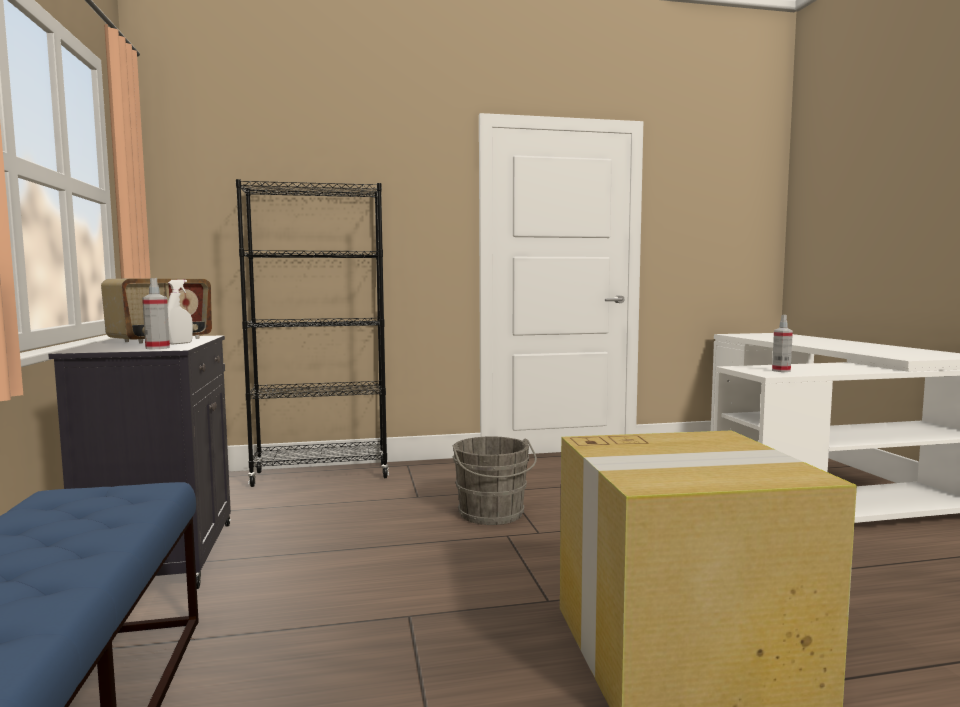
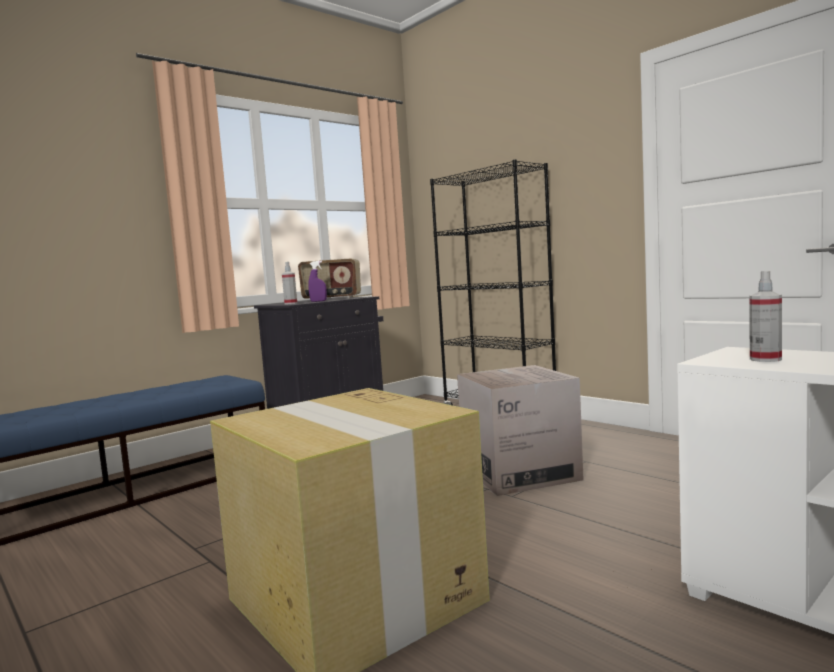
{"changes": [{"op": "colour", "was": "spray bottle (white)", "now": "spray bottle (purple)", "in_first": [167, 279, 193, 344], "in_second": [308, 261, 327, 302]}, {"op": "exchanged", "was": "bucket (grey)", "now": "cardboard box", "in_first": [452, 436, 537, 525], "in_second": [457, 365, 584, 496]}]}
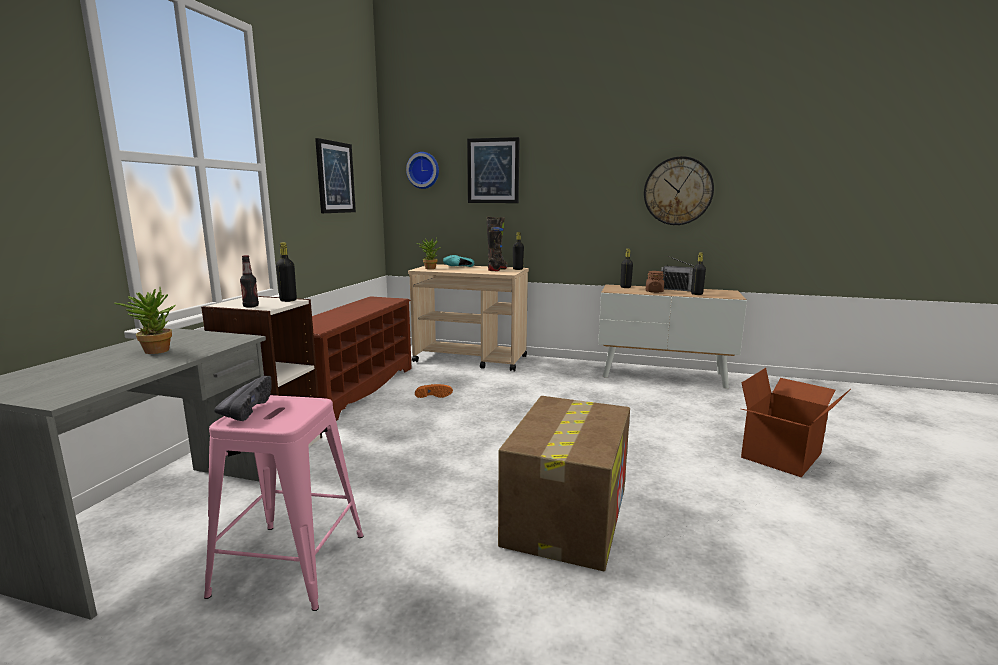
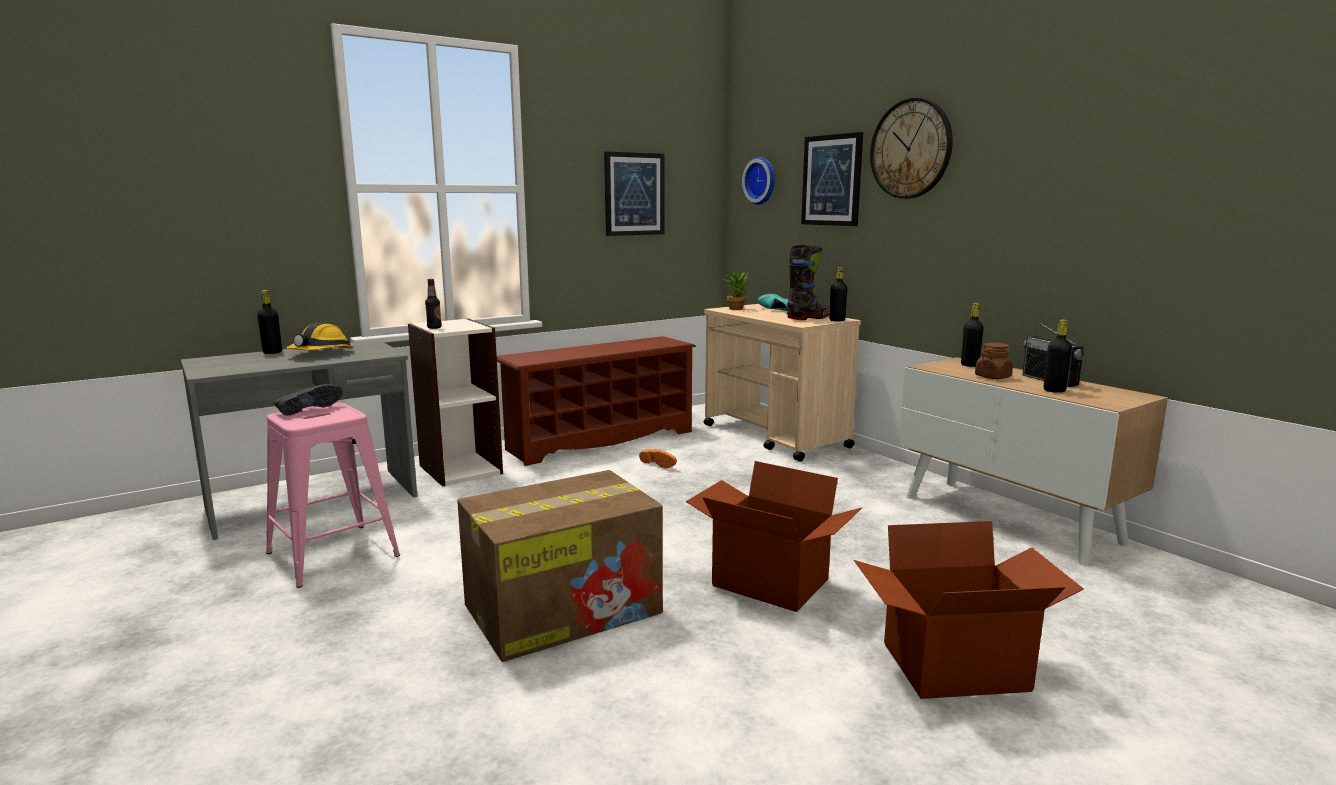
{"changes": [{"op": "relocated", "was": "bottle (black)", "in_first": [276, 242, 297, 302], "in_second": [257, 290, 282, 354]}, {"op": "exchanged", "was": "potted plant", "now": "hard hat", "in_first": [114, 288, 176, 354], "in_second": [286, 322, 354, 350]}, {"op": "appeared", "now": "cardboard box", "in_second": [686, 461, 862, 612]}, {"op": "relocated", "was": "wall clock", "in_first": [644, 156, 714, 225], "in_second": [870, 98, 953, 199]}]}
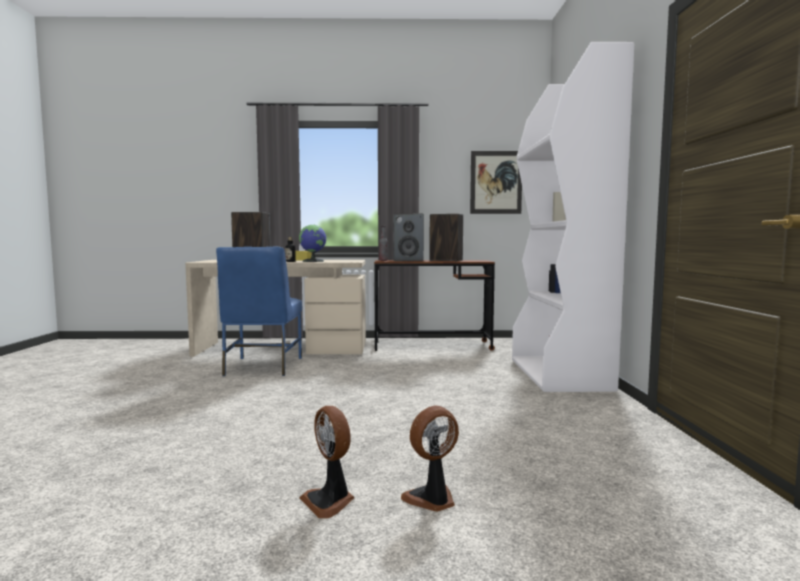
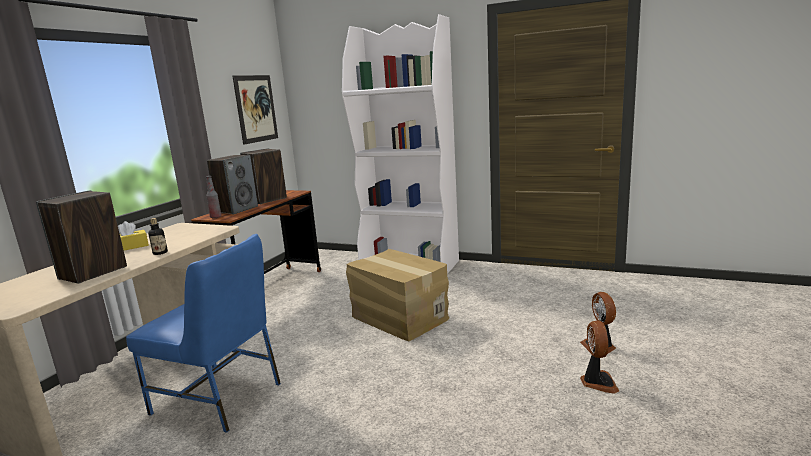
{"changes": [{"op": "appeared", "now": "cardboard box", "in_second": [346, 249, 449, 342]}, {"op": "spun", "was": "fan", "in_first": [299, 406, 355, 519], "in_second": [580, 321, 619, 393], "clockwise": -75}, {"op": "missing", "was": "globe", "in_first": [299, 225, 326, 262]}]}
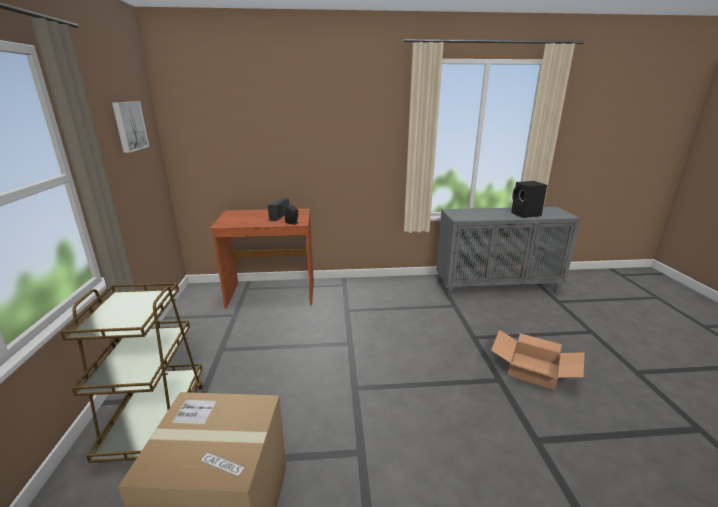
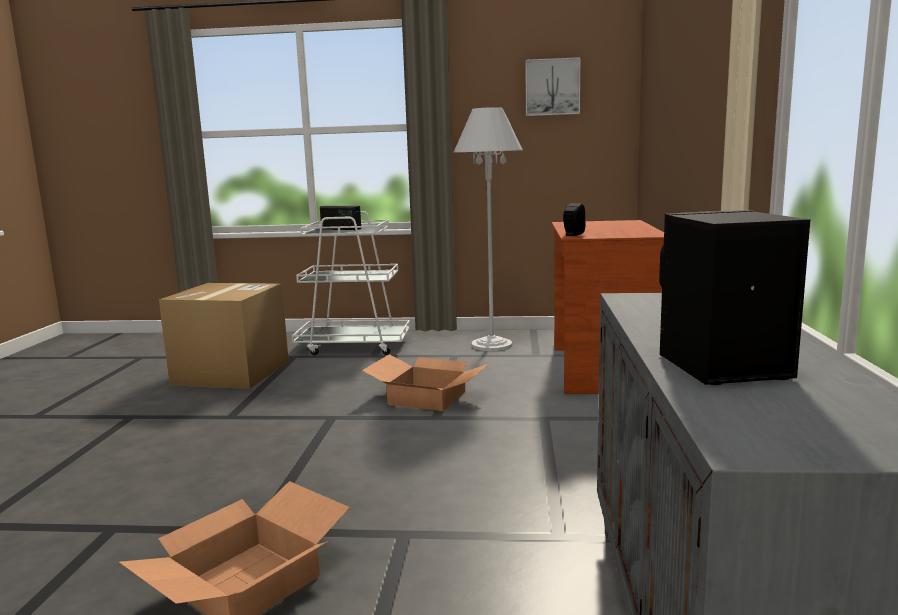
{"changes": [{"op": "colour", "was": "cart (brown)", "now": "cart (white)", "in_first": [60, 283, 204, 463], "in_second": [292, 211, 410, 355]}, {"op": "relocated", "was": "radio", "in_first": [268, 197, 289, 221], "in_second": [320, 206, 361, 230]}, {"op": "appeared", "now": "cardboard box", "in_second": [362, 354, 488, 411]}, {"op": "appeared", "now": "floor lamp (white)", "in_second": [453, 107, 523, 351]}]}
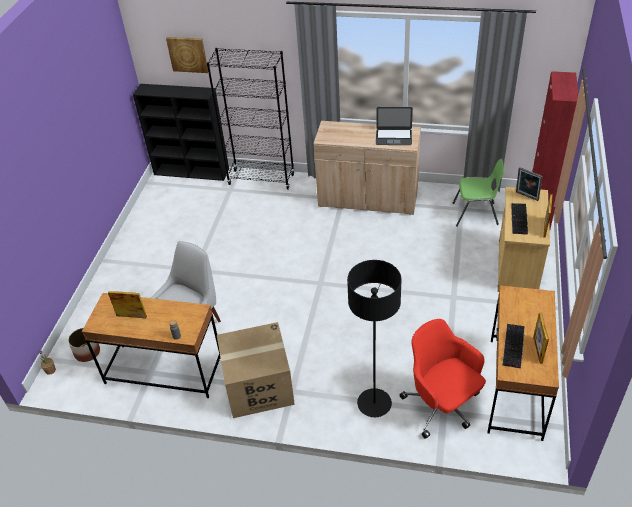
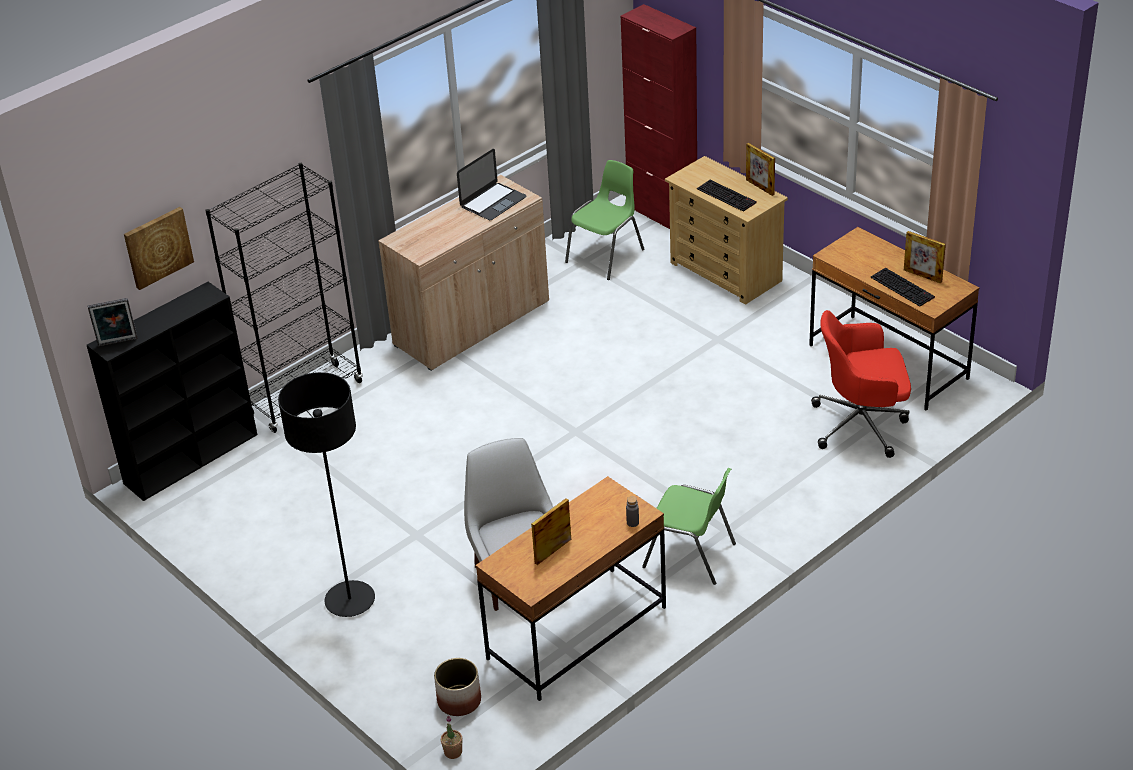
{"changes": [{"op": "relocated", "was": "picture frame", "in_first": [516, 167, 543, 201], "in_second": [88, 298, 138, 347]}, {"op": "relocated", "was": "floor lamp (black)", "in_first": [347, 260, 402, 417], "in_second": [278, 372, 375, 617]}, {"op": "exchanged", "was": "cardboard box", "now": "chair (green)", "in_first": [217, 322, 295, 418], "in_second": [642, 468, 736, 585]}]}
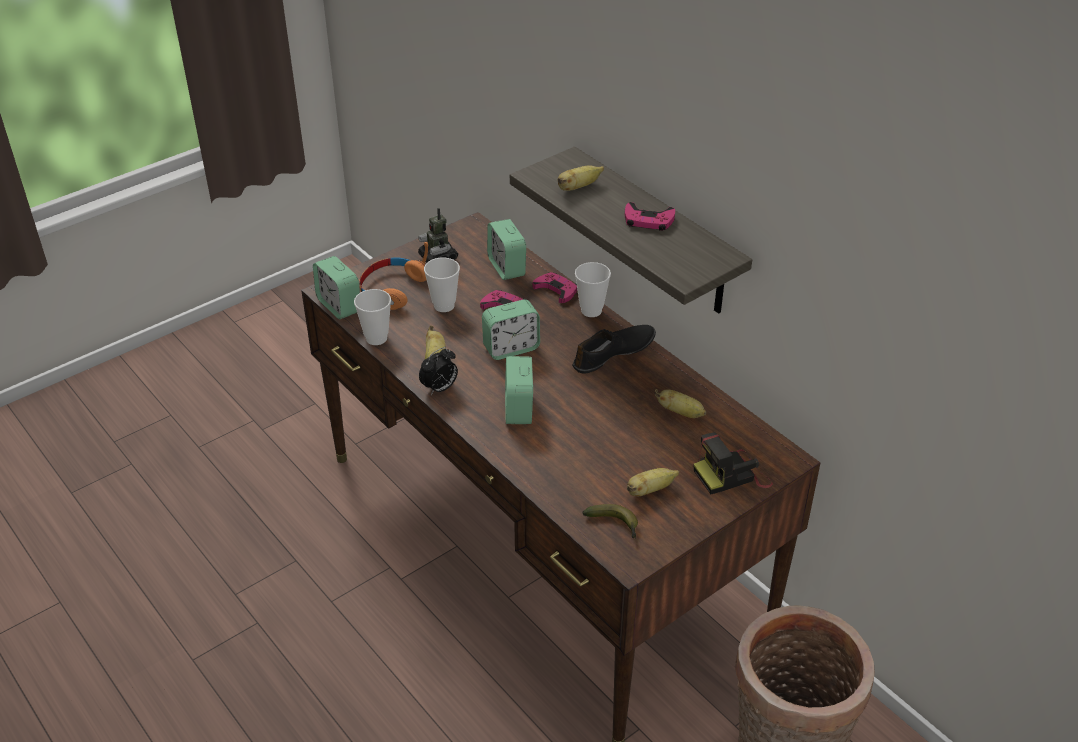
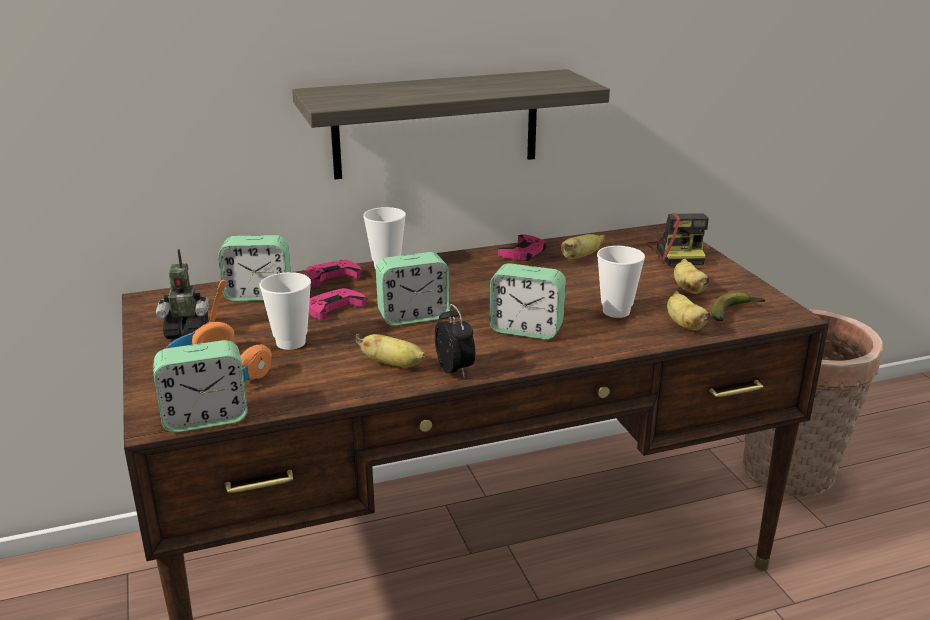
{"changes": [{"op": "spun", "was": "alarm clock", "in_first": [482, 299, 540, 360], "in_second": [376, 252, 450, 326], "clockwise": 75}, {"op": "relocated", "was": "game controller (pink)", "in_first": [625, 202, 675, 231], "in_second": [498, 234, 547, 261]}, {"op": "relocated", "was": "cup", "in_first": [354, 289, 391, 345], "in_second": [597, 246, 645, 318]}, {"op": "relocated", "was": "banana", "in_first": [558, 165, 604, 191], "in_second": [667, 291, 711, 330]}, {"op": "missing", "was": "shoe (black)", "in_first": [572, 325, 656, 374]}]}
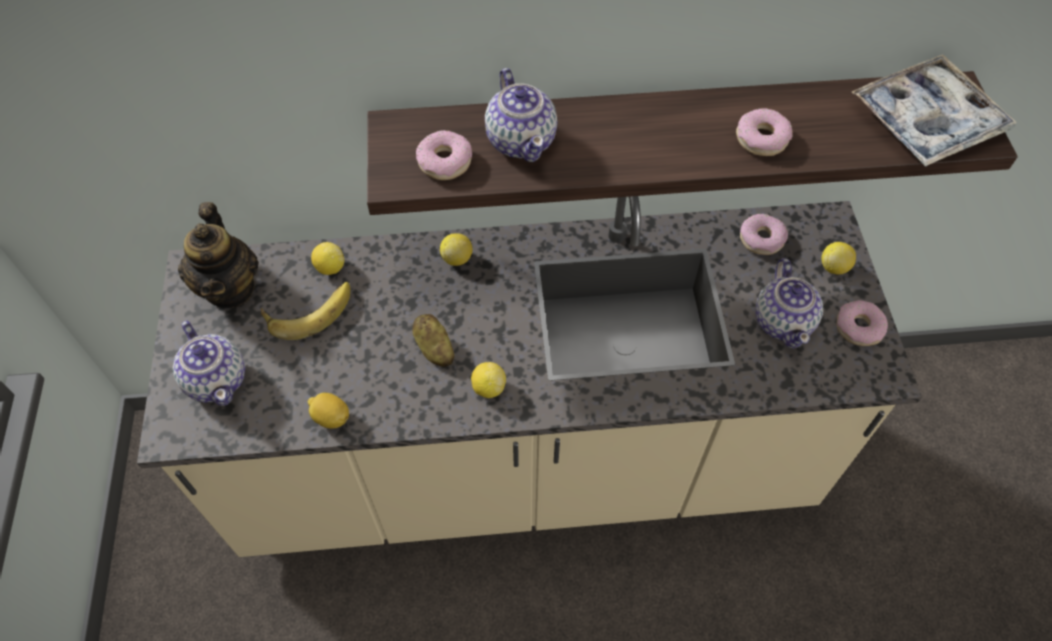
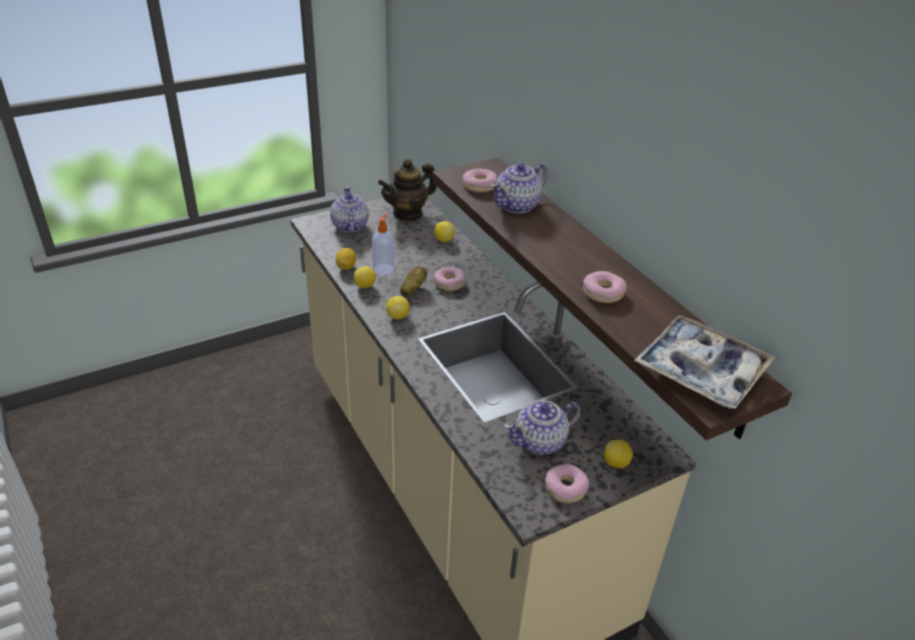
{"changes": [{"op": "spun", "was": "teapot", "in_first": [173, 321, 245, 406], "in_second": [330, 187, 369, 233], "clockwise": 135}, {"op": "relocated", "was": "lemon", "in_first": [440, 233, 472, 266], "in_second": [354, 266, 376, 288]}, {"op": "appeared", "now": "soap dispenser", "in_second": [372, 213, 394, 275]}, {"op": "relocated", "was": "donut", "in_first": [740, 214, 788, 255], "in_second": [434, 267, 466, 291]}, {"op": "missing", "was": "banana", "in_first": [261, 282, 350, 340]}]}
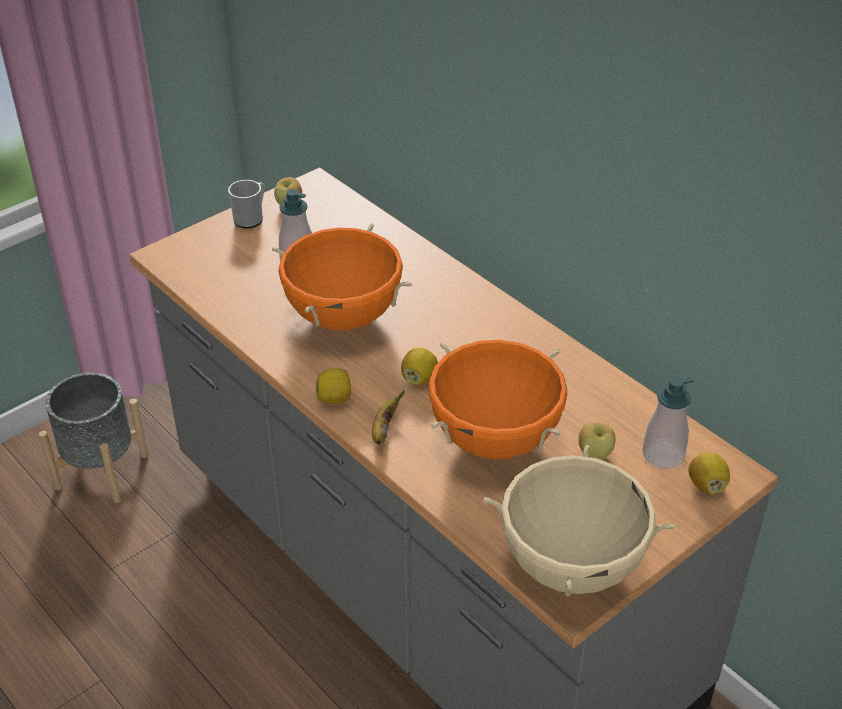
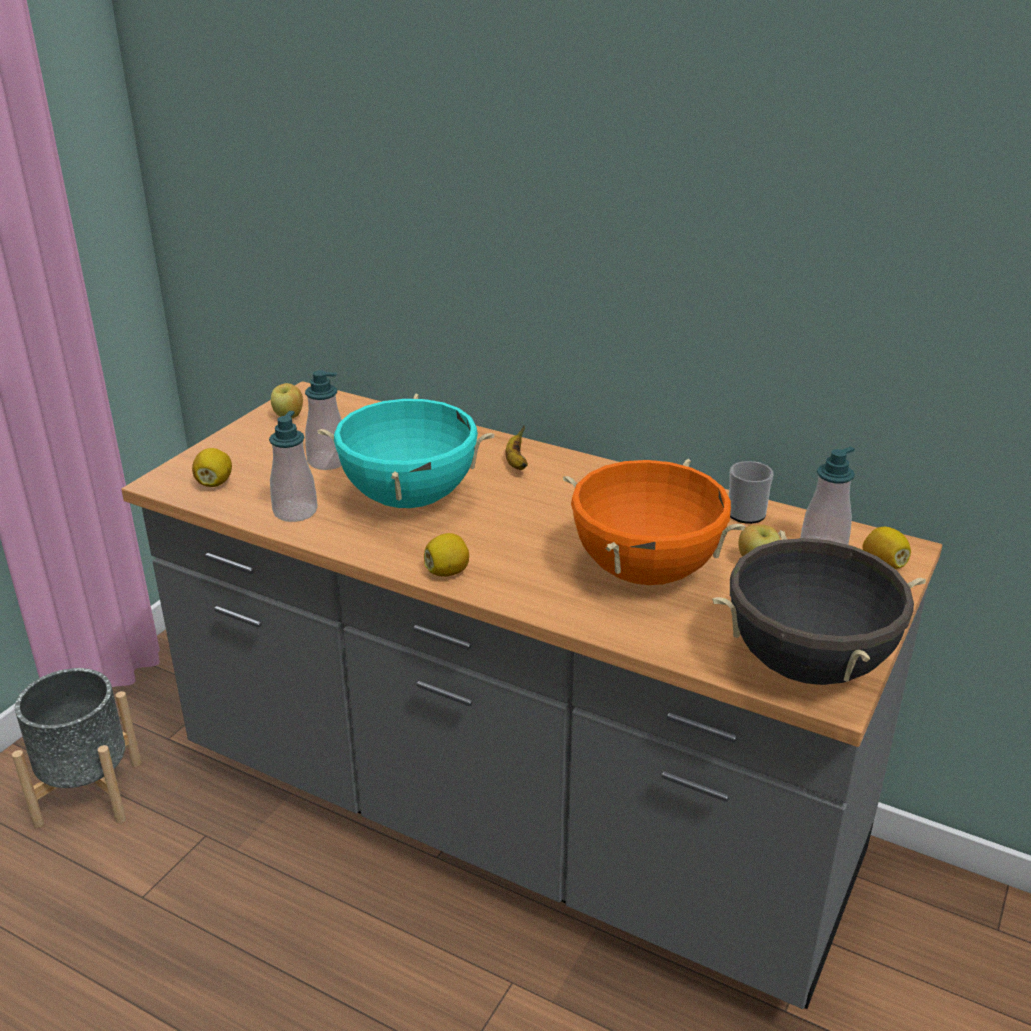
{"changes": [{"op": "relocated", "was": "lemon", "in_first": [401, 348, 438, 385], "in_second": [192, 448, 232, 487]}, {"op": "appeared", "now": "soap dispenser", "in_second": [269, 411, 318, 522]}, {"op": "colour", "was": "cooking pot (orange)", "now": "cooking pot (turquoise)", "in_first": [272, 224, 412, 331], "in_second": [317, 393, 495, 508]}, {"op": "relocated", "was": "banana", "in_first": [372, 390, 405, 445], "in_second": [505, 426, 528, 470]}, {"op": "colour", "was": "cooking pot (beige)", "now": "cooking pot (black)", "in_first": [483, 444, 676, 597], "in_second": [712, 530, 926, 685]}, {"op": "relocated", "was": "mug", "in_first": [228, 180, 265, 228], "in_second": [729, 461, 774, 524]}]}
